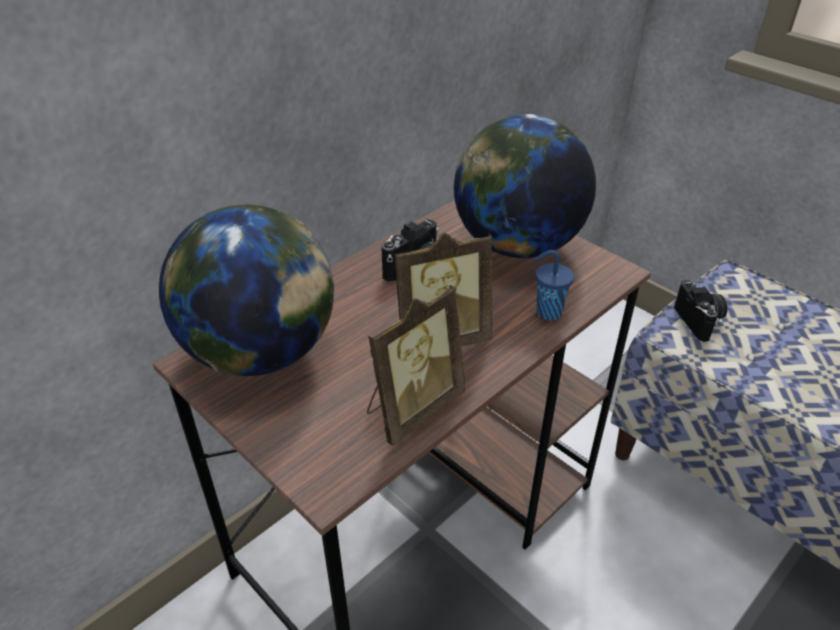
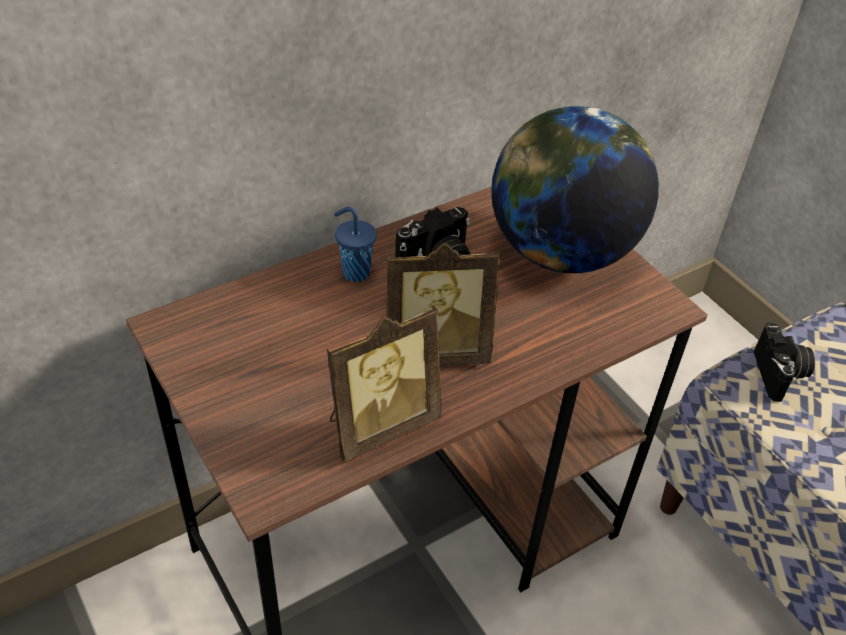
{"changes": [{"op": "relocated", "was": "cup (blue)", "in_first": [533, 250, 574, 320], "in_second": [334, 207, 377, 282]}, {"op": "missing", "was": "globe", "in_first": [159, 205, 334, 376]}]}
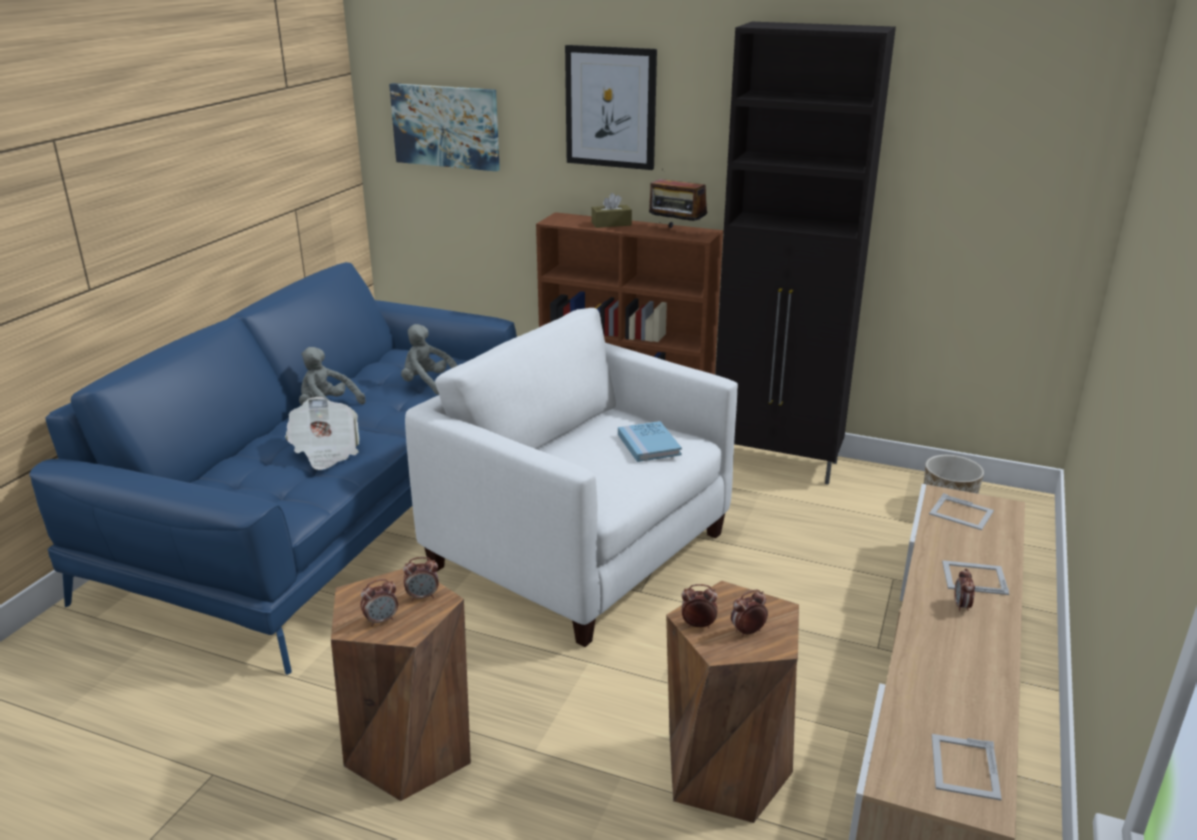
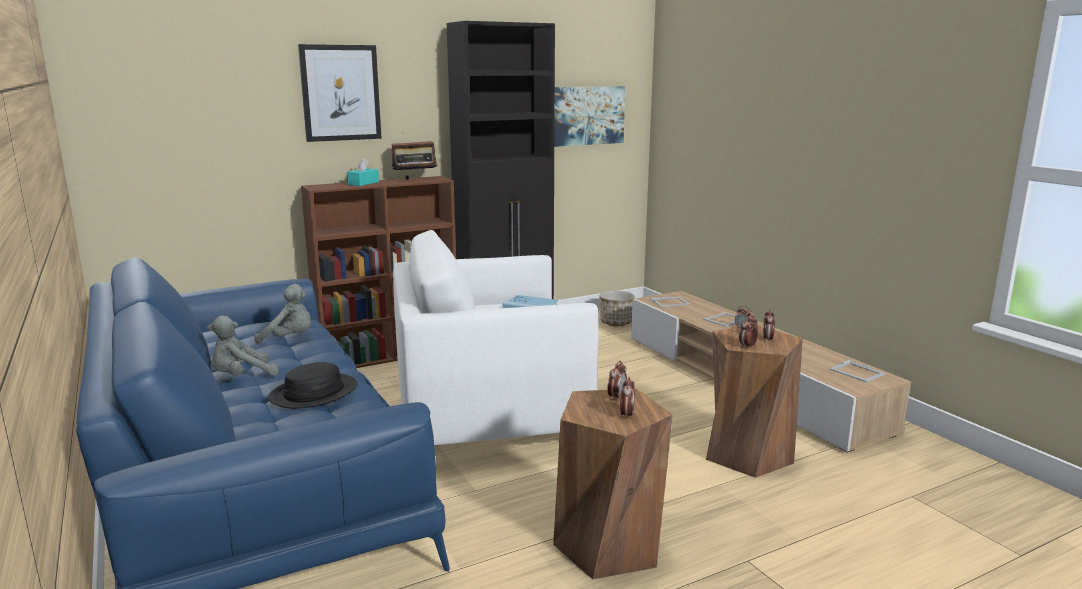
{"changes": [{"op": "spun", "was": "plush toy (grey)", "in_first": [401, 324, 458, 395], "in_second": [254, 284, 311, 345], "clockwise": -150}, {"op": "exchanged", "was": "newspaper", "now": "hat (black)", "in_first": [285, 397, 359, 470], "in_second": [268, 362, 357, 408]}, {"op": "colour", "was": "tissue box (brown)", "now": "tissue box (turquoise)", "in_first": [591, 193, 632, 228], "in_second": [347, 158, 379, 186]}, {"op": "relocated", "was": "picture", "in_first": [389, 83, 500, 172], "in_second": [554, 86, 625, 147]}]}
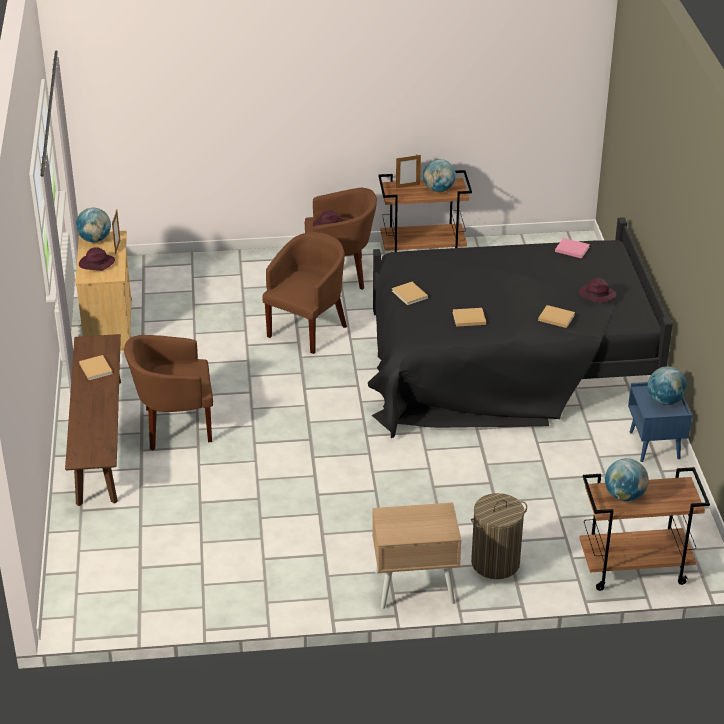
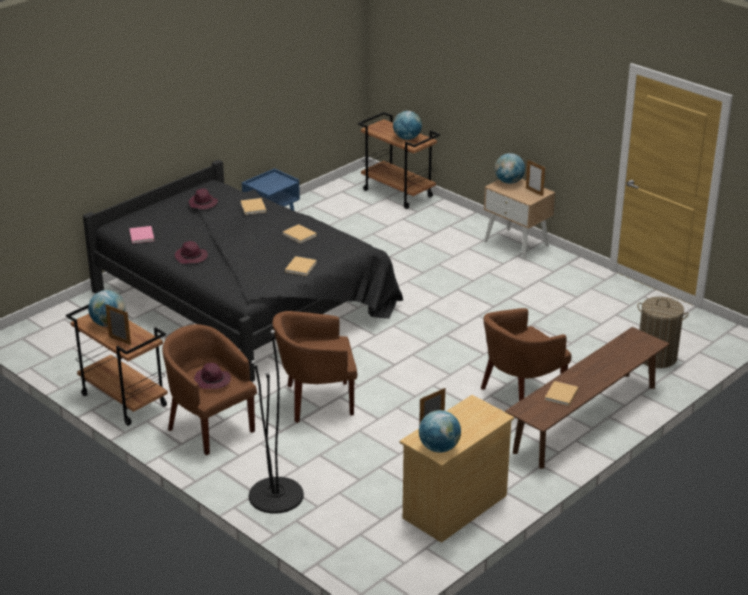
{"changes": [{"op": "relocated", "was": "hat (purple)", "in_first": [79, 247, 115, 271], "in_second": [175, 241, 208, 264]}, {"op": "appeared", "now": "floor lamp (black)", "in_second": [249, 330, 304, 514]}, {"op": "spun", "was": "armchair (brown)", "in_first": [124, 335, 213, 451], "in_second": [481, 308, 572, 401], "clockwise": 105}, {"op": "relocated", "was": "globe", "in_first": [648, 366, 687, 405], "in_second": [495, 153, 525, 184]}, {"op": "appeared", "now": "picture frame", "in_second": [526, 160, 545, 196]}, {"op": "relocated", "was": "laundry basket", "in_first": [471, 493, 527, 579], "in_second": [637, 297, 689, 368]}]}
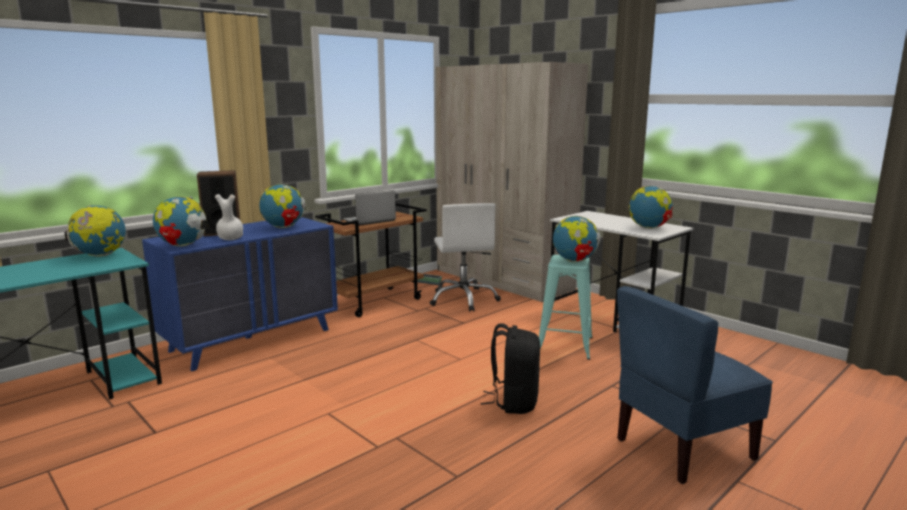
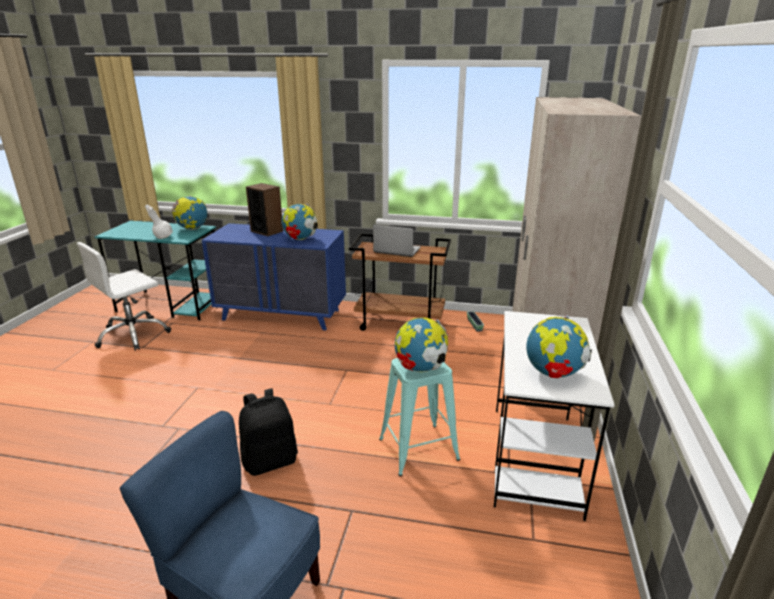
{"changes": [{"op": "relocated", "was": "office chair (white)", "in_first": [430, 203, 501, 312], "in_second": [77, 242, 171, 351]}, {"op": "relocated", "was": "vase (white)", "in_first": [215, 194, 243, 240], "in_second": [145, 204, 173, 239]}, {"op": "missing", "was": "globe", "in_first": [153, 196, 207, 247]}]}
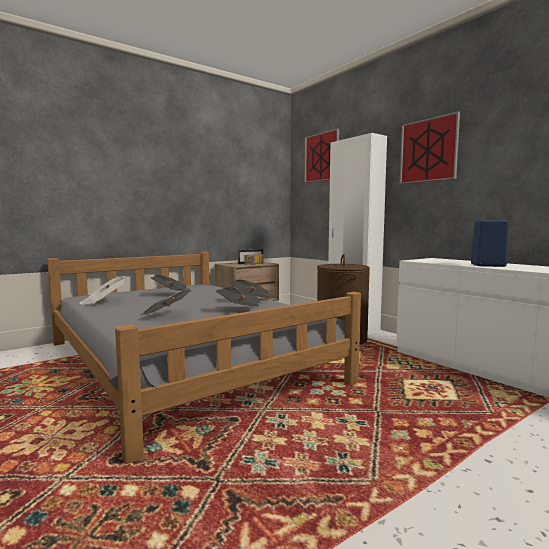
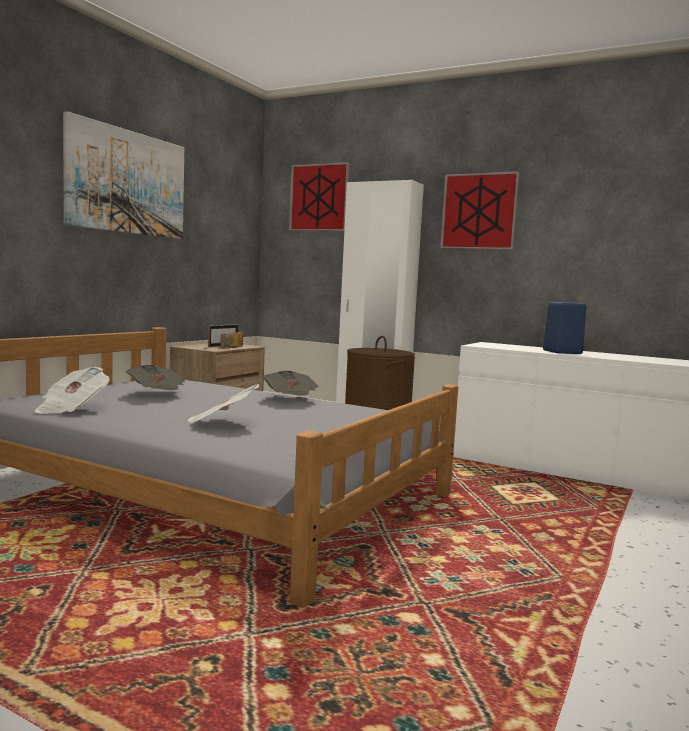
{"changes": [{"op": "appeared", "now": "picture", "in_second": [63, 111, 184, 239]}, {"op": "missing", "was": "newspaper", "in_first": [216, 287, 261, 306]}]}
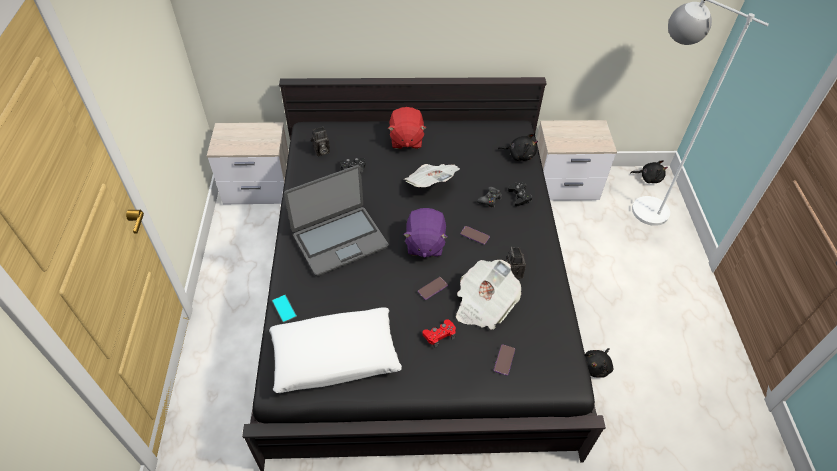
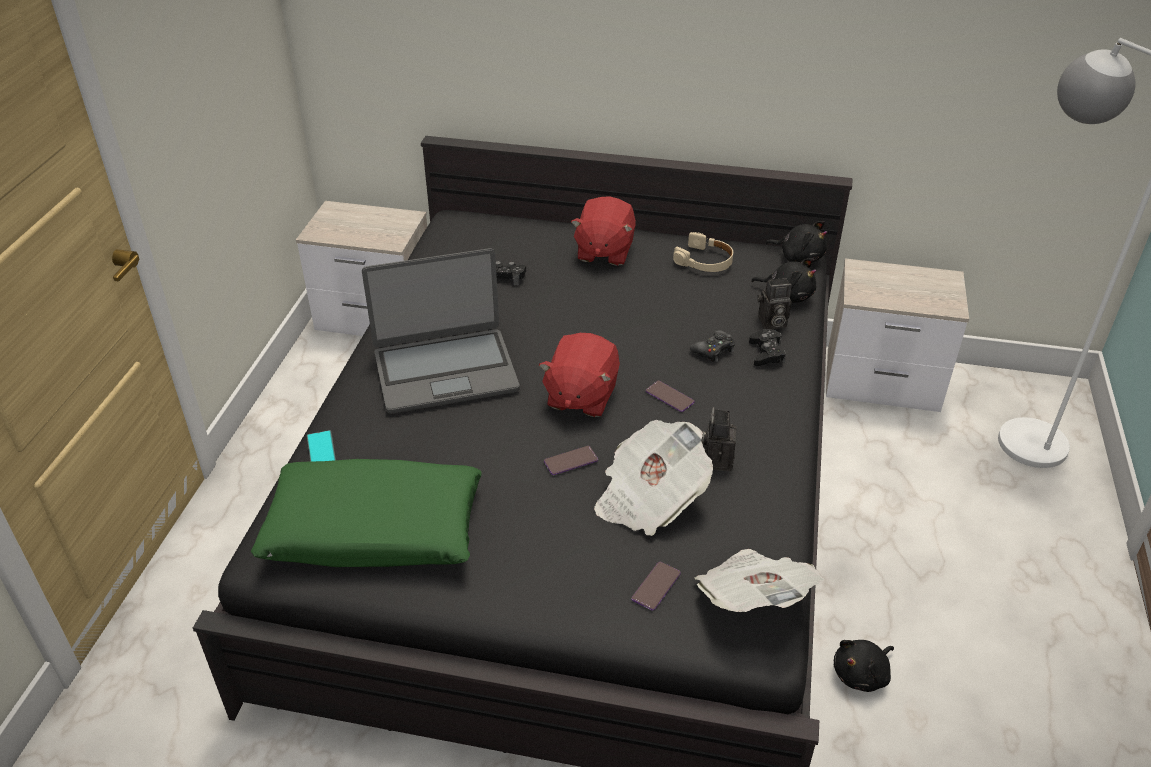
{"changes": [{"op": "colour", "was": "pillow (white)", "now": "pillow (green)", "in_first": [269, 307, 402, 393], "in_second": [251, 459, 482, 567]}, {"op": "colour", "was": "plush toy (purple)", "now": "plush toy (red)", "in_first": [403, 208, 448, 258], "in_second": [539, 333, 620, 417]}, {"op": "appeared", "now": "headphones (beige)", "in_second": [673, 232, 733, 272]}, {"op": "relocated", "was": "newspaper", "in_first": [404, 164, 460, 187], "in_second": [694, 549, 824, 612]}, {"op": "relocated", "was": "photo camera", "in_first": [310, 127, 330, 156], "in_second": [758, 278, 792, 329]}, {"op": "relocated", "was": "plush toy (black)", "in_first": [630, 160, 668, 183], "in_second": [765, 221, 827, 262]}, {"op": "missing", "was": "game controller (red)", "in_first": [422, 319, 456, 348]}]}
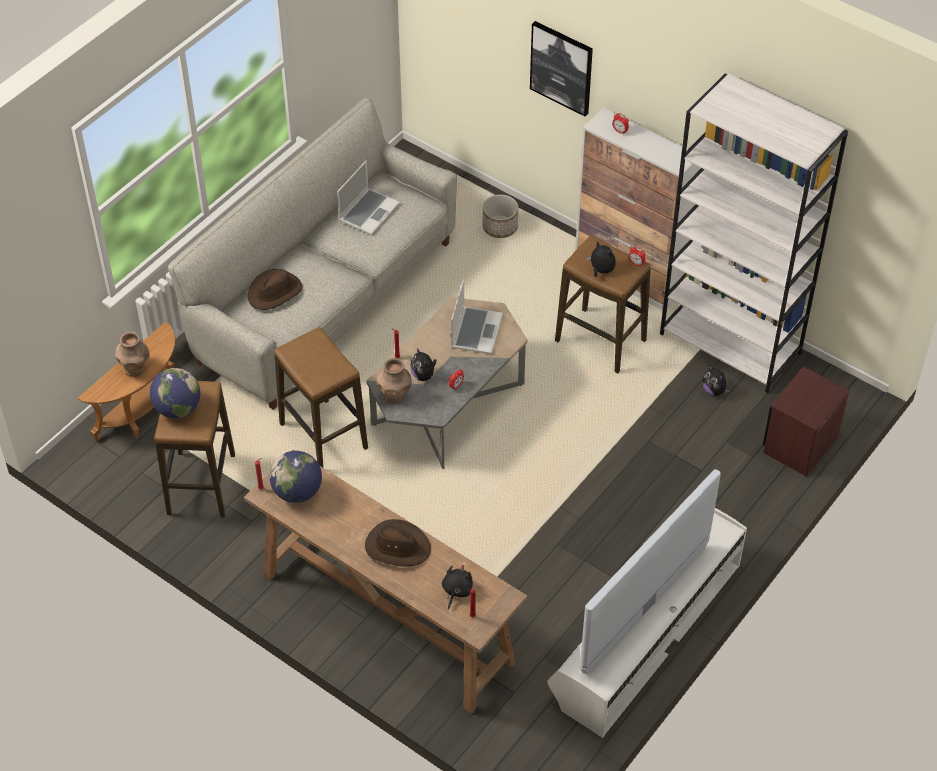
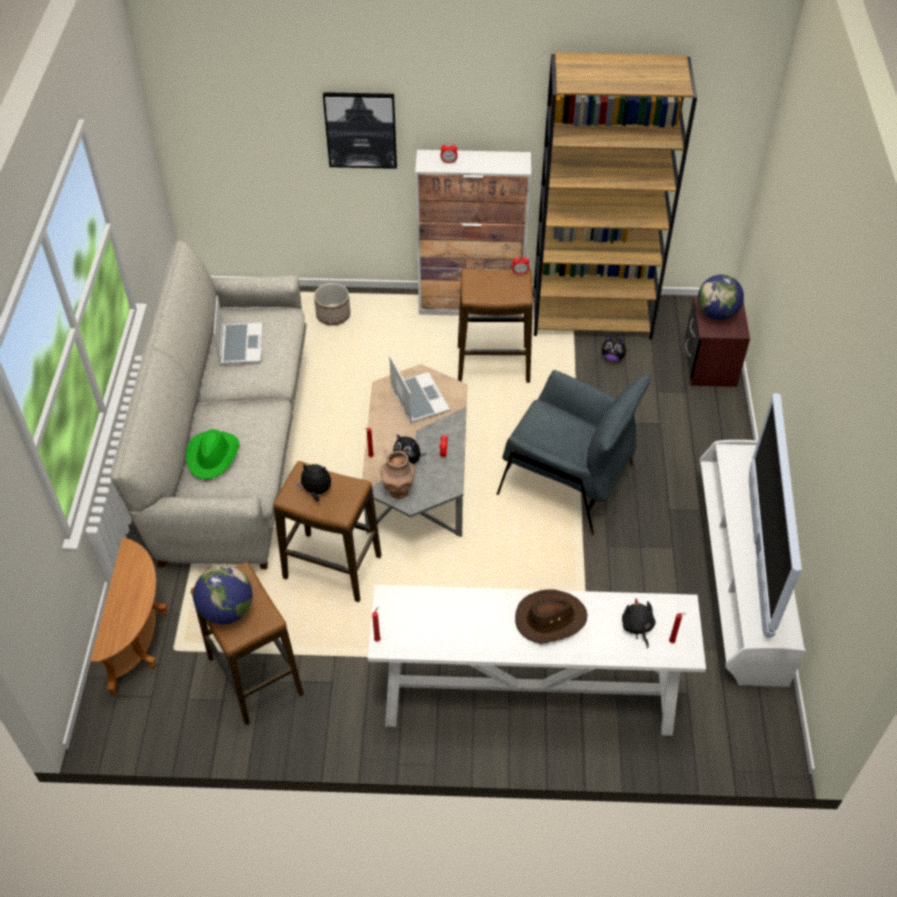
{"changes": [{"op": "colour", "was": "hat (brown)", "now": "hat (green)", "in_first": [247, 269, 302, 310], "in_second": [186, 429, 239, 480]}, {"op": "relocated", "was": "plush toy", "in_first": [586, 241, 616, 277], "in_second": [296, 463, 331, 502]}, {"op": "colour", "was": "console table (brown)", "now": "console table (white)", "in_first": [244, 449, 527, 714], "in_second": [368, 585, 706, 736]}, {"op": "appeared", "now": "armchair (grey)", "in_second": [497, 370, 651, 535]}, {"op": "colour", "was": "bookcase (white)", "now": "bookcase (brown)", "in_first": [660, 73, 848, 393], "in_second": [533, 52, 697, 339]}, {"op": "relocated", "was": "globe", "in_first": [270, 451, 322, 503], "in_second": [698, 275, 744, 320]}, {"op": "missing", "was": "vase (brown)", "in_first": [115, 332, 150, 377]}]}
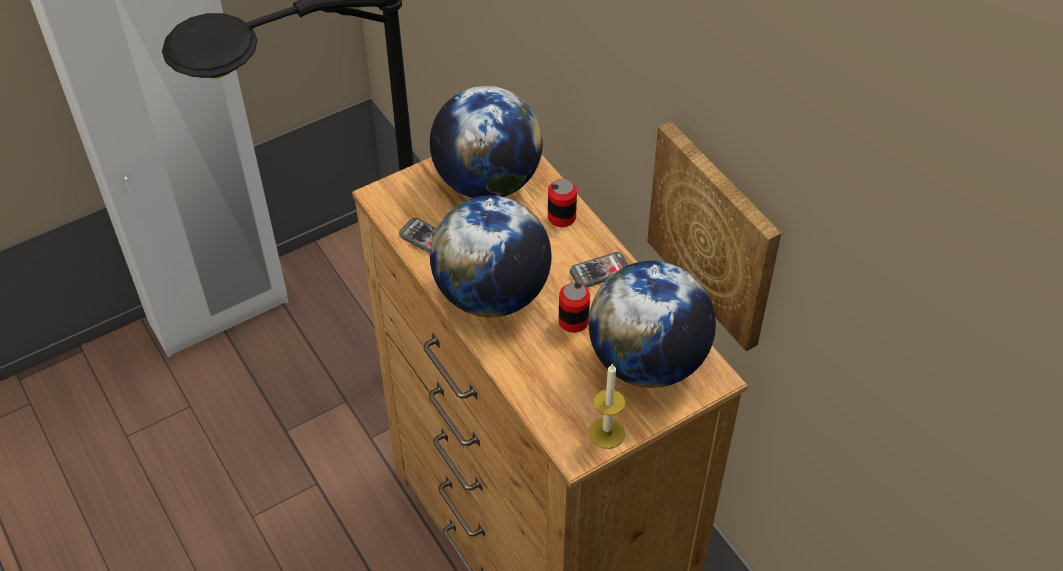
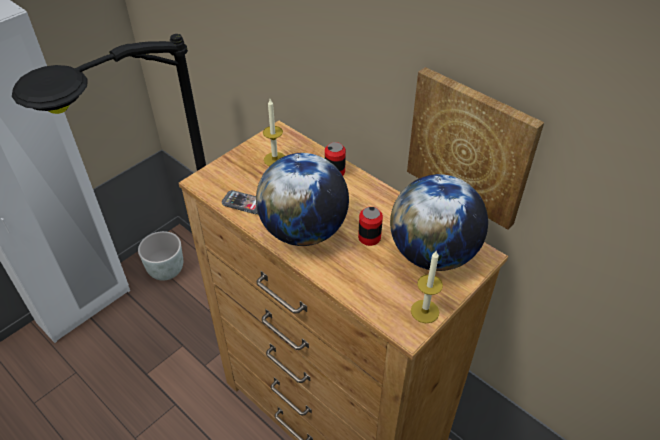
{"changes": [{"op": "appeared", "now": "planter (grey)", "in_second": [138, 231, 183, 281]}, {"op": "exchanged", "was": "globe", "now": "candle", "in_first": [430, 86, 543, 198], "in_second": [263, 99, 285, 166]}, {"op": "missing", "was": "phone", "in_first": [570, 252, 629, 288]}]}
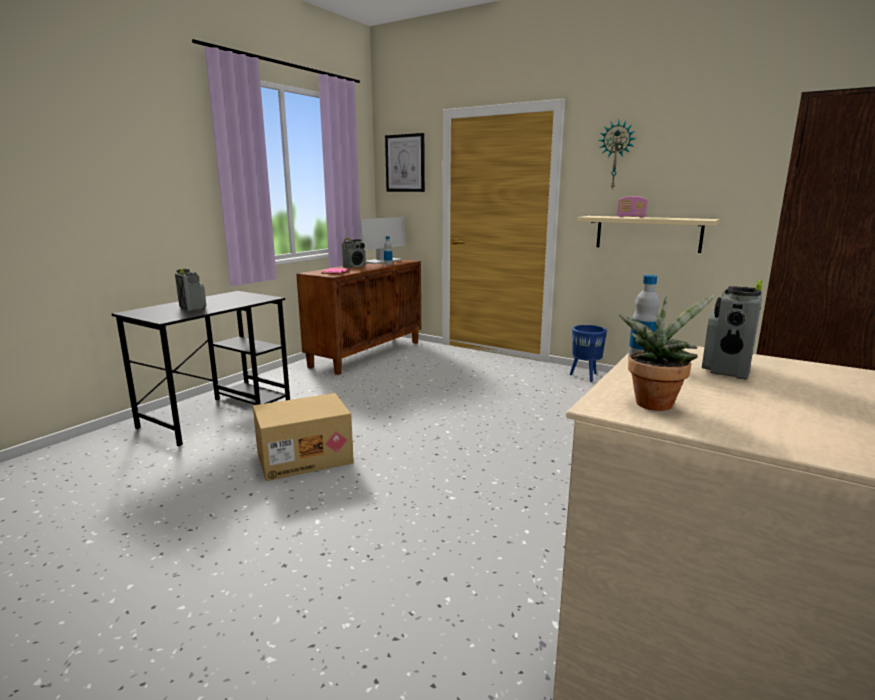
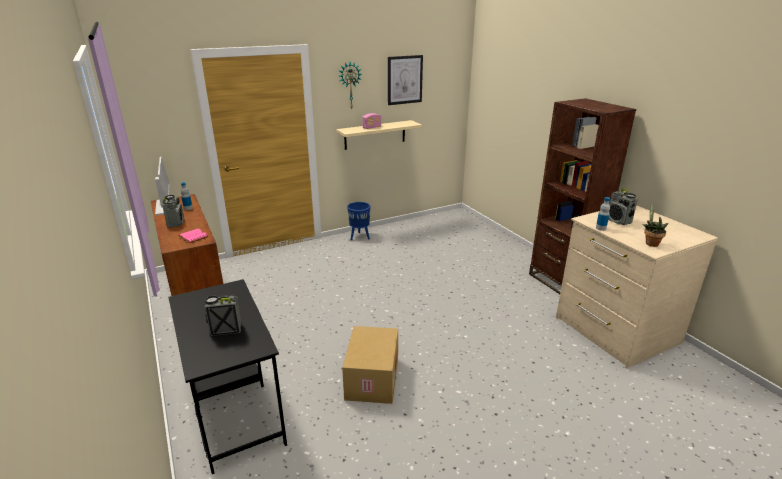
{"changes": [{"op": "relocated", "was": "picture", "in_first": [385, 133, 425, 192], "in_second": [388, 55, 423, 105]}]}
